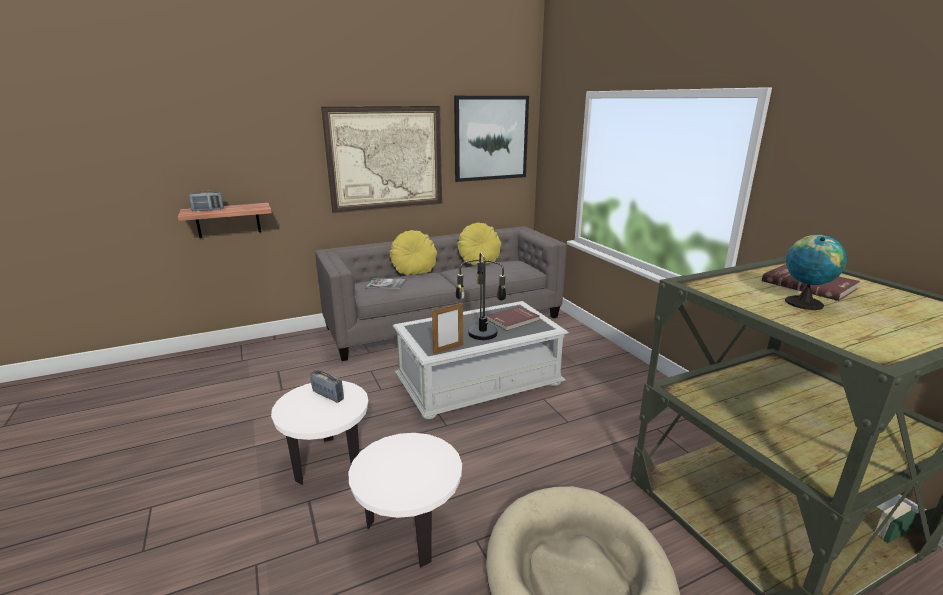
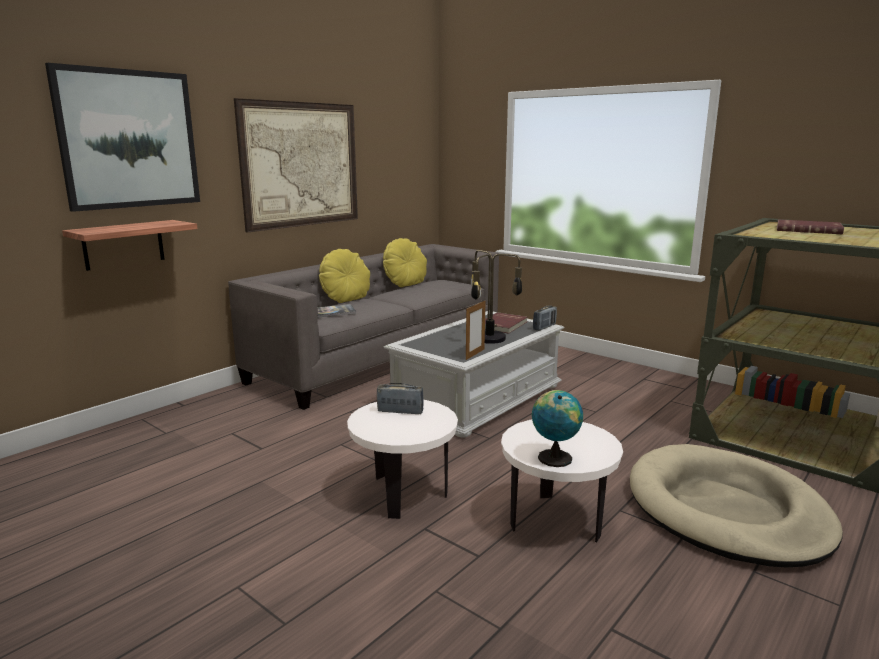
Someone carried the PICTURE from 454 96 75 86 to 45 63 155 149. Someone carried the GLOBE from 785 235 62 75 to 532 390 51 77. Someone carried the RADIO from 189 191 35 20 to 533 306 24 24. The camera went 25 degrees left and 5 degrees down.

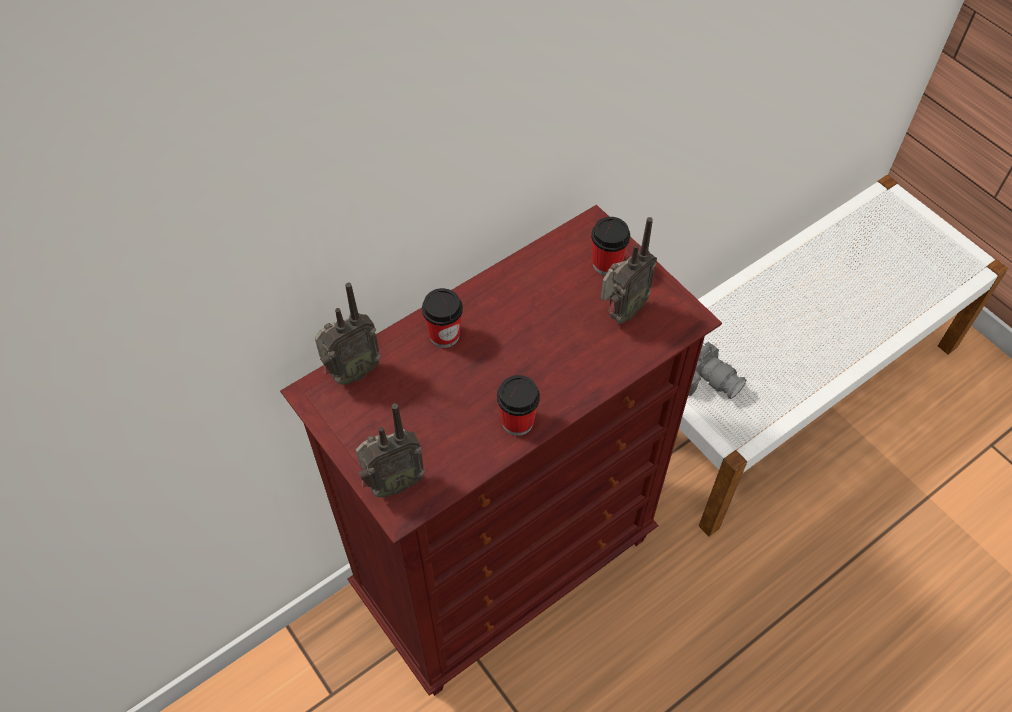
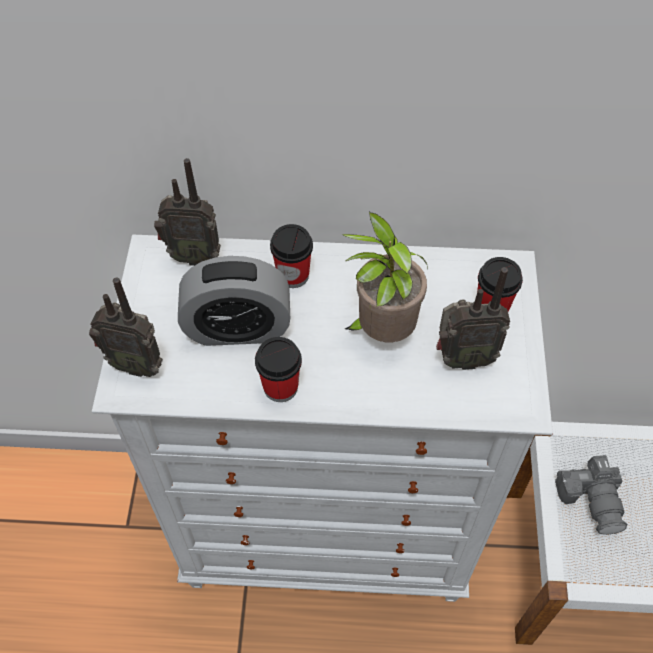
Someone repainted the RED DRESSER at 280 205 442 491, which became the WHITE DRESSER at 92 235 461 367. Someone put down the ALARM CLOCK at 178 256 112 90. Someone put down the POTTED PLANT at 342 212 86 131. The camera went 40 degrees right and 0 degrees up.

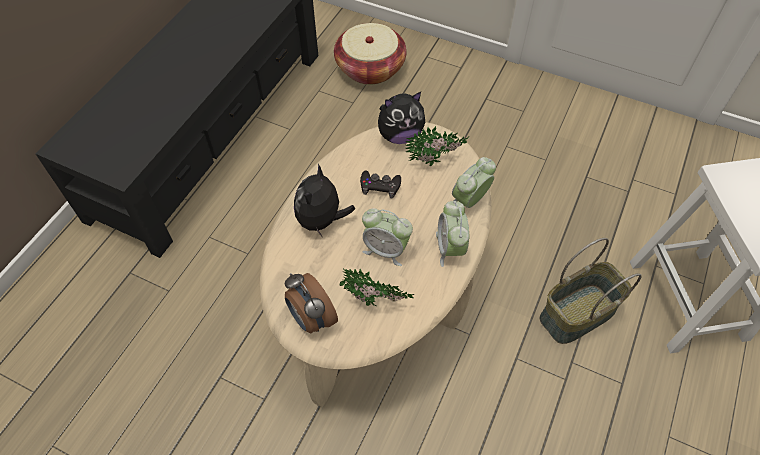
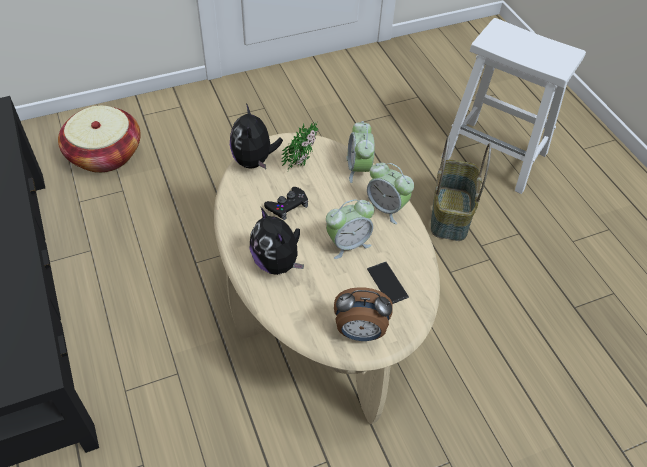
Someone rotated the PLUSH TOY at 378 92 47 52 by 150 degrees clockwise. Someone swapped the POTTED PLANT at 339 269 75 37 for the PHONE at 367 262 42 42. The camera went 50 degrees left and 5 degrees down.

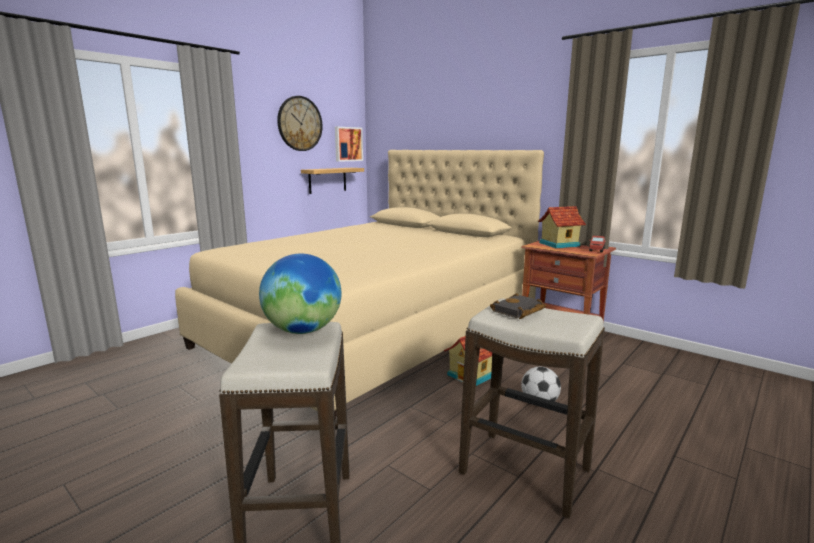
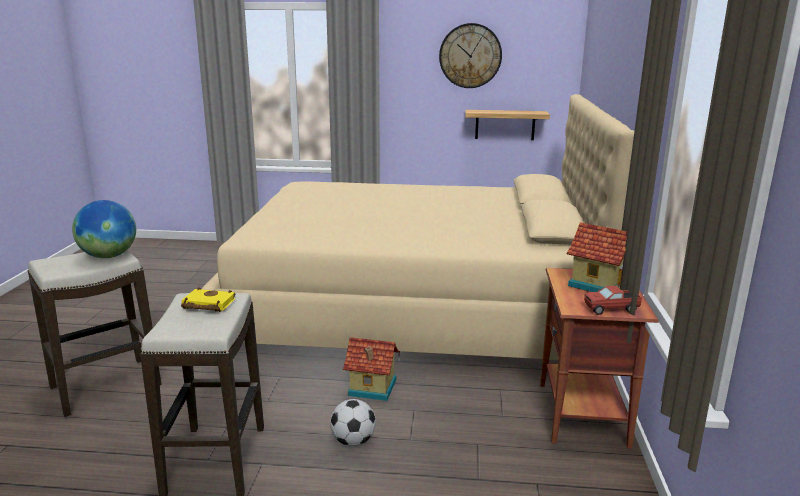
Someone repainted the BLACK BOOK at 490 293 56 26, which became the YELLOW BOOK at 181 287 54 25. Someone took away the PICTURE at 335 127 28 35. The camera went 55 degrees right and 5 degrees up.

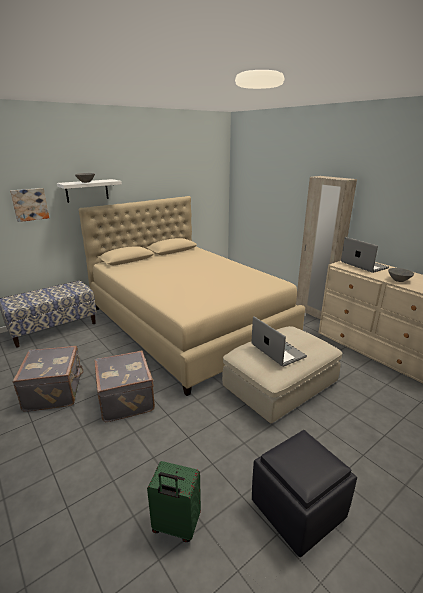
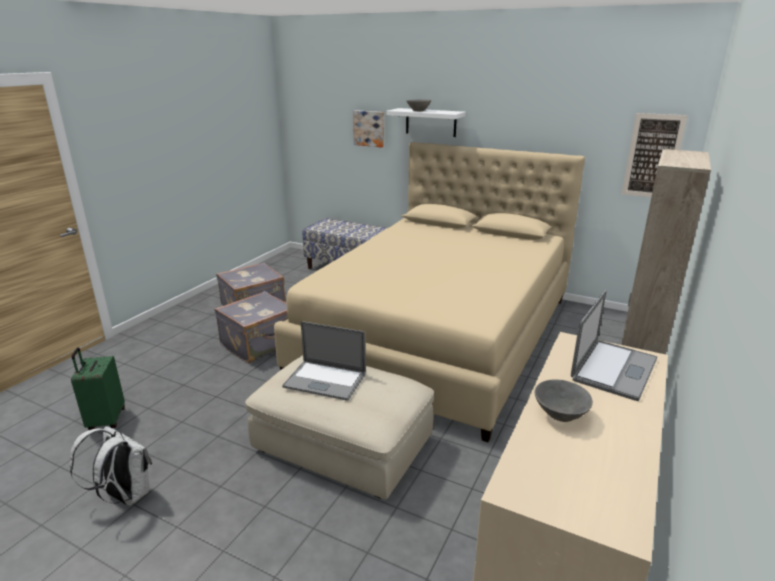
Someone swapped the BLACK OTTOMAN at 252 430 105 127 for the WHITE BACKPACK at 70 426 82 80. Someone rotated the LAPTOP at 251 316 56 51 by 75 degrees clockwise. Someone put up the PICTURE at 622 113 66 84. The camera went 65 degrees right and 0 degrees up.

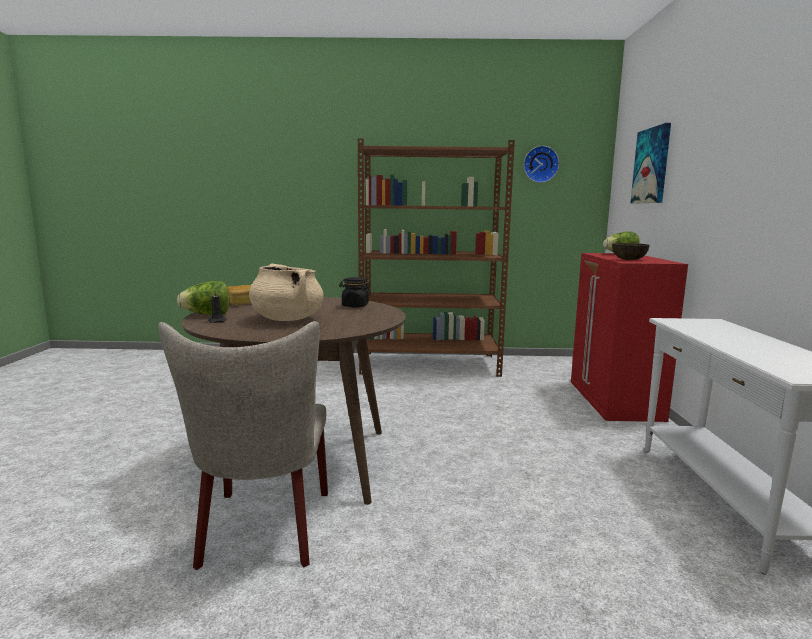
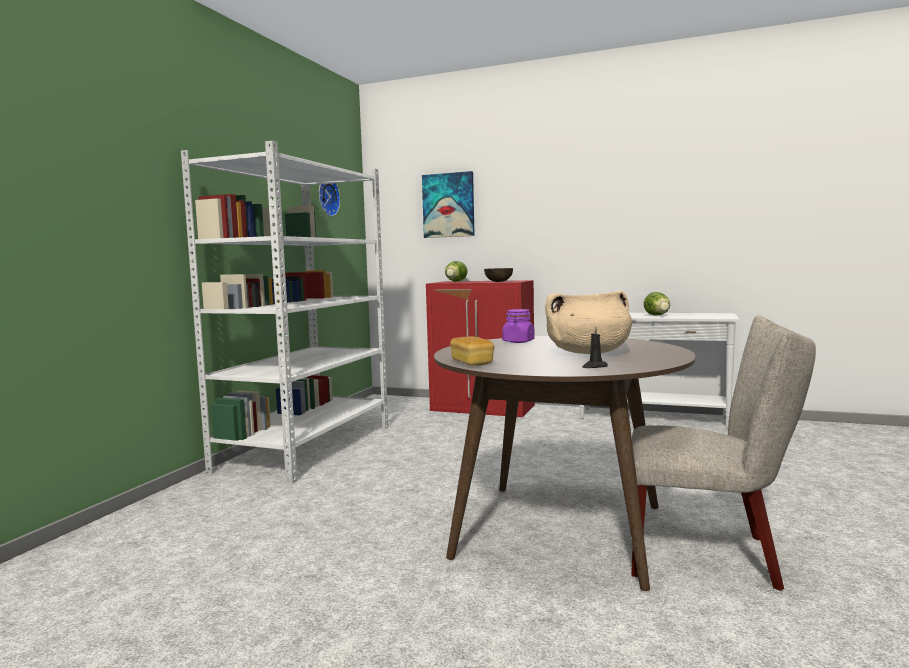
Someone repainted the BROWN BOOKCASE at 358 138 157 239, which became the WHITE BOOKCASE at 181 141 207 343. Someone repainted the BLACK JAR at 339 277 32 31, which became the PURPLE JAR at 502 309 33 34. Someone carried the LETTUCE from 177 281 52 34 to 644 292 26 24. The camera went 70 degrees left and 5 degrees down.

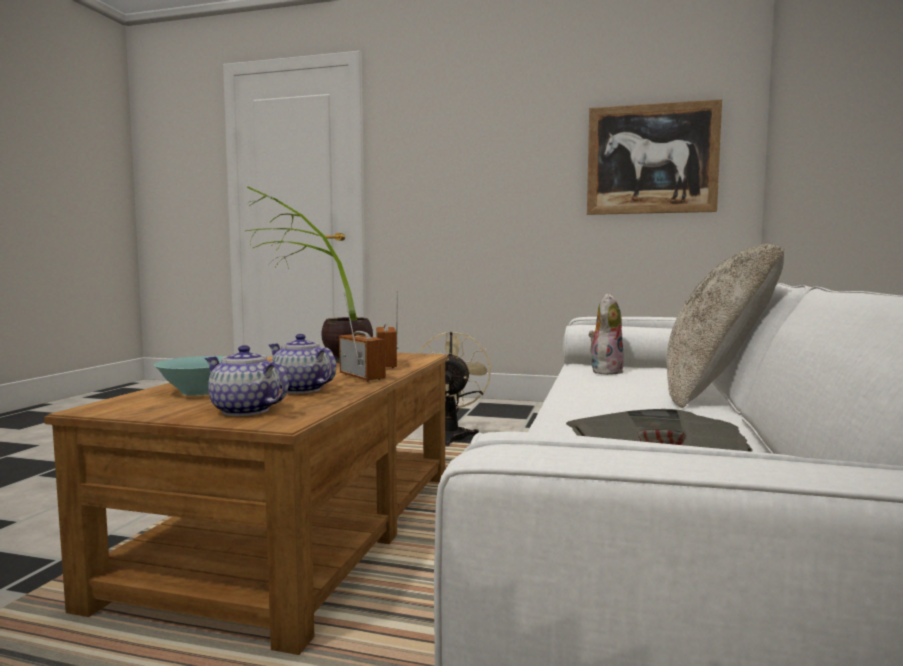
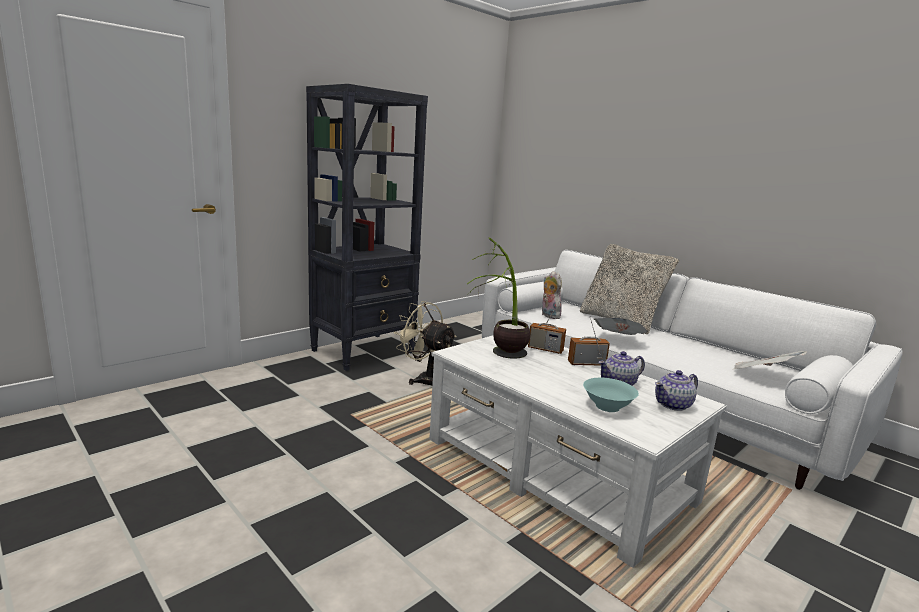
Someone put down the BLACK BOOKCASE at 306 84 122 287. Someone repainted the BROWN COFFEE TABLE at 44 353 404 302, which became the WHITE COFFEE TABLE at 429 335 298 233. Someone put down the NEWSPAPER at 594 318 54 17. Someone took away the PICTURE at 587 99 135 116. The camera went 60 degrees left and 10 degrees up.

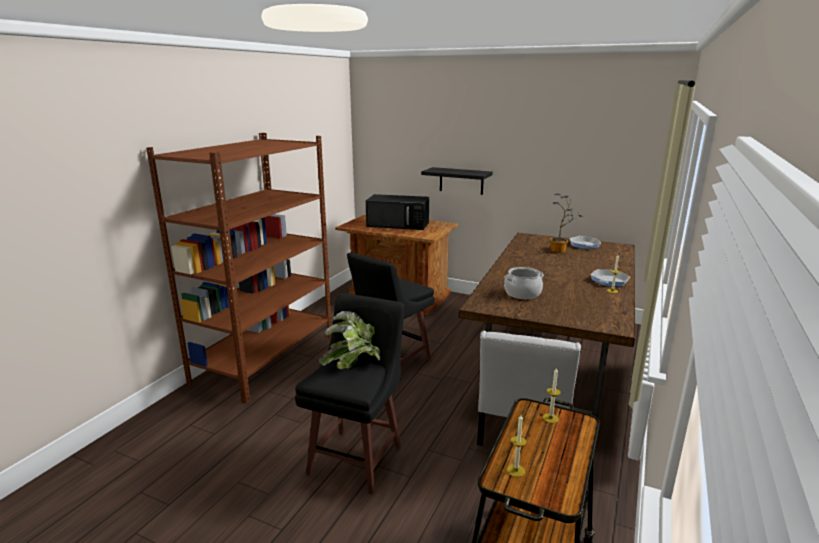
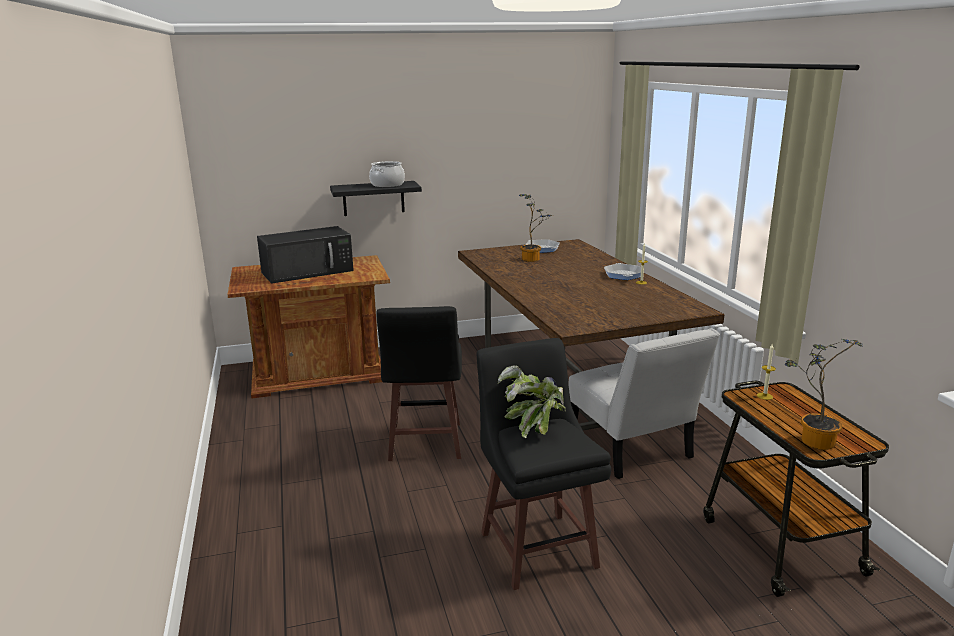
Someone carried the COOKING POT from 504 267 40 32 to 369 161 36 26. Someone swapped the CANDLE at 507 415 20 62 for the POTTED PLANT at 785 339 78 111. Someone took away the BROWN BOOKCASE at 146 133 186 270. The camera went 40 degrees left and 0 degrees up.

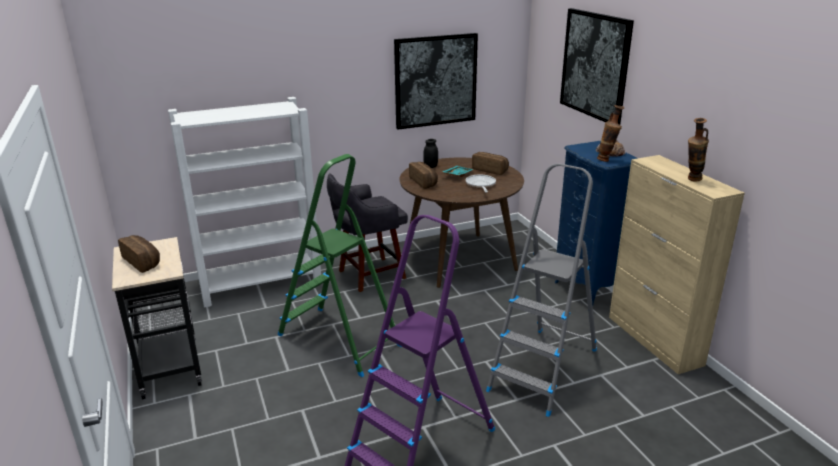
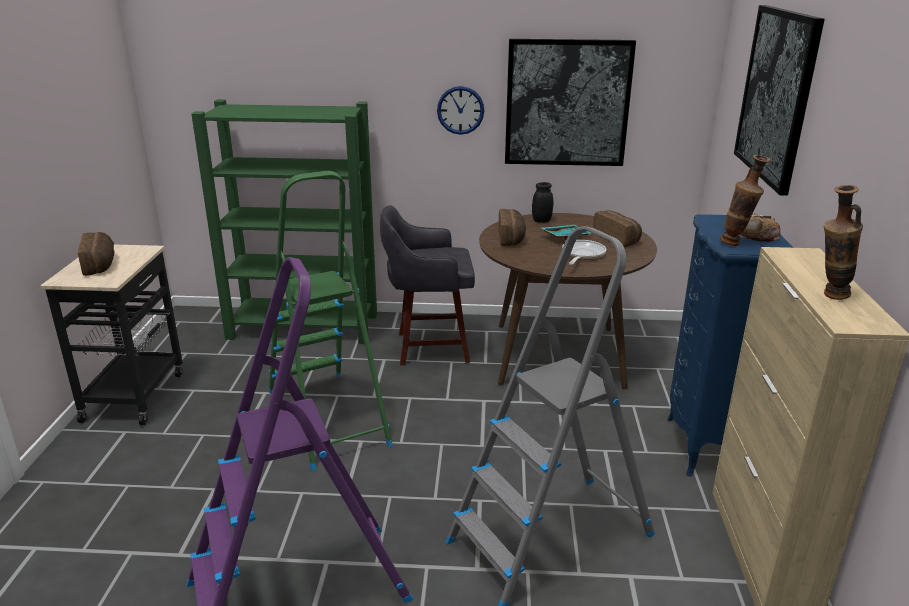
Someone repainted the WHITE BOOKCASE at 168 97 153 210, which became the GREEN BOOKCASE at 191 99 186 245. Someone put up the WALL CLOCK at 437 86 47 49. The camera went 25 degrees right and 0 degrees up.

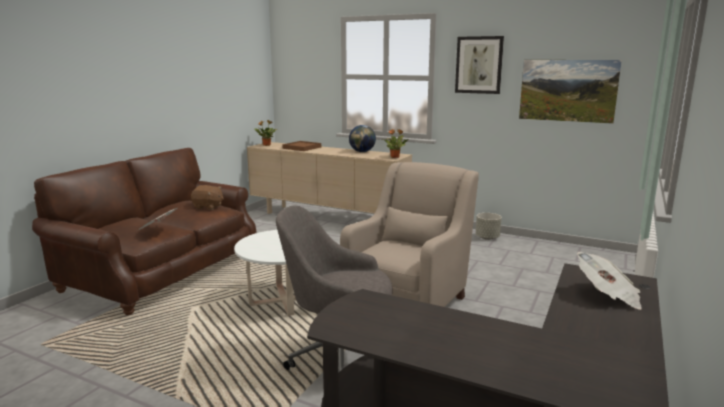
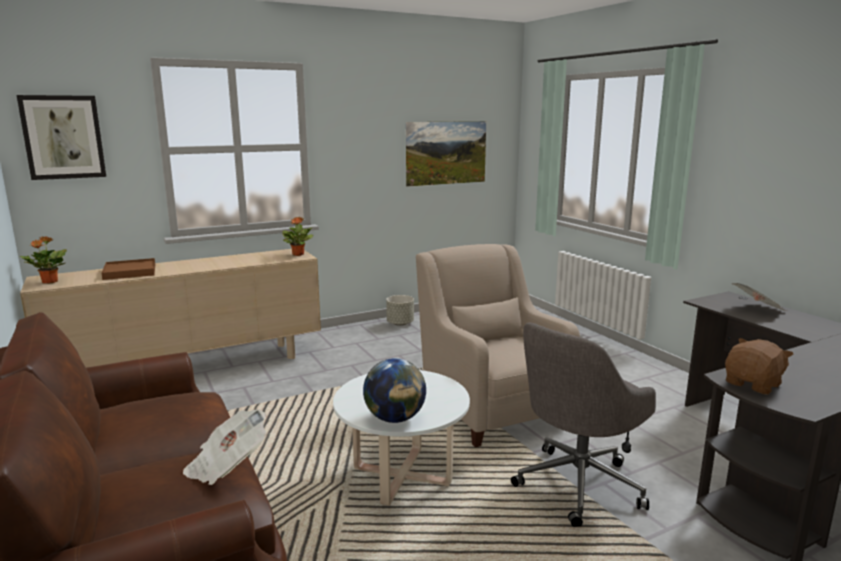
Someone carried the PICTURE from 455 36 49 58 to 17 95 89 85. Someone carried the GLOBE from 349 125 27 27 to 363 358 63 65. Someone carried the BROWN PLUSH TOY from 191 185 33 25 to 725 338 68 57. The camera went 55 degrees left and 0 degrees up.

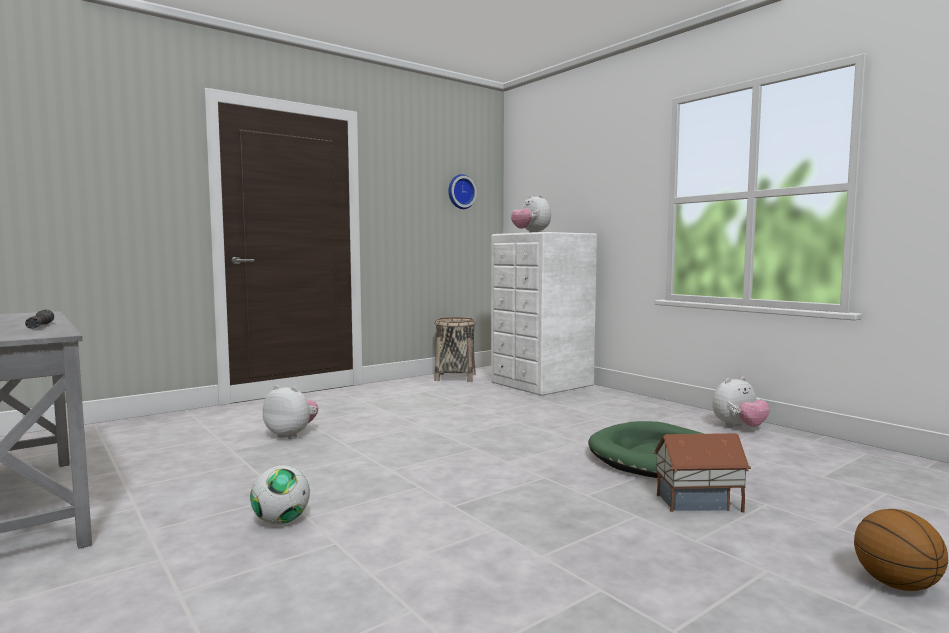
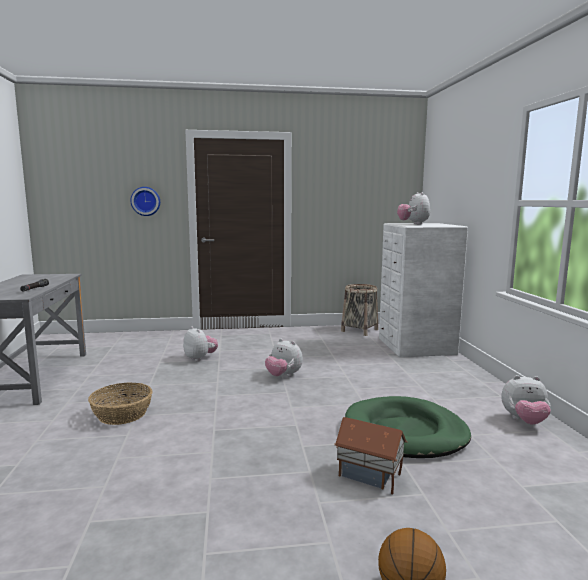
Someone swapped the FOOTBALL at 250 465 60 59 for the BASKET at 88 382 65 43. Someone carried the WALL CLOCK from 448 174 29 35 to 131 187 29 29. Someone put down the PLUSH TOY at 265 339 38 37. The camera went 30 degrees right and 5 degrees up.

